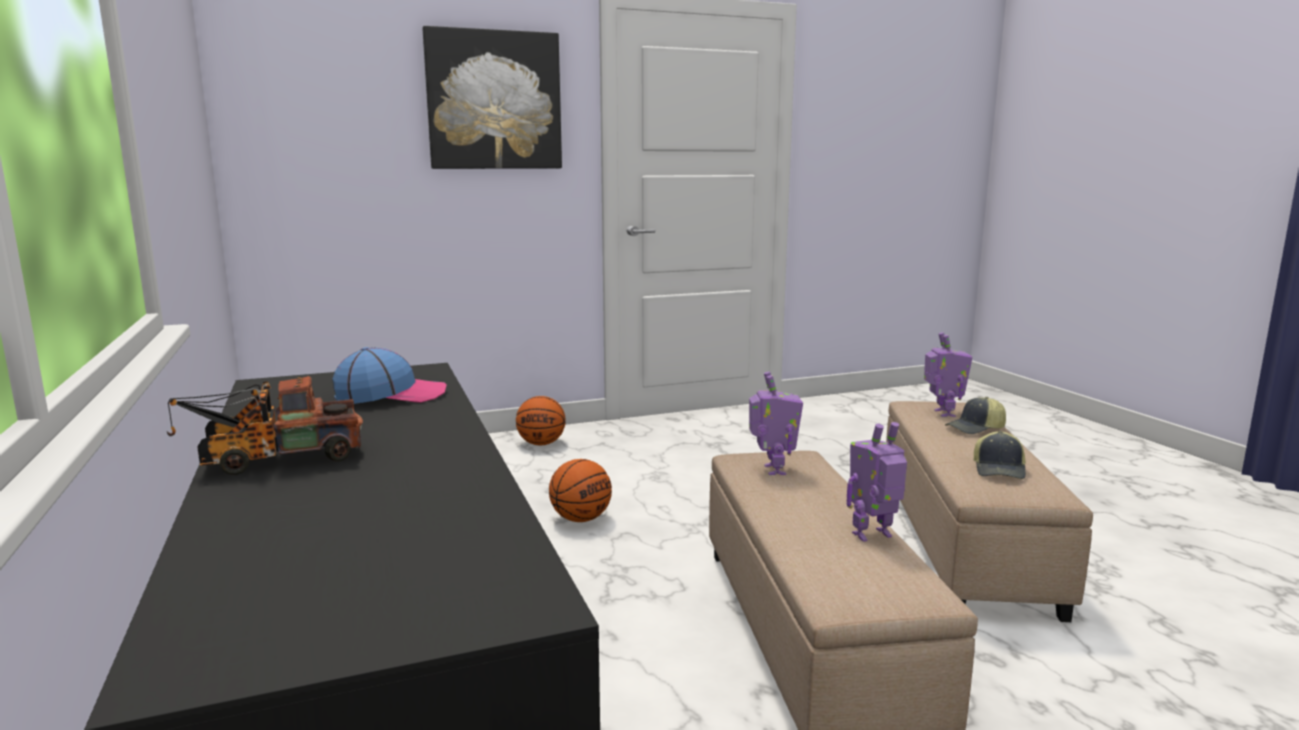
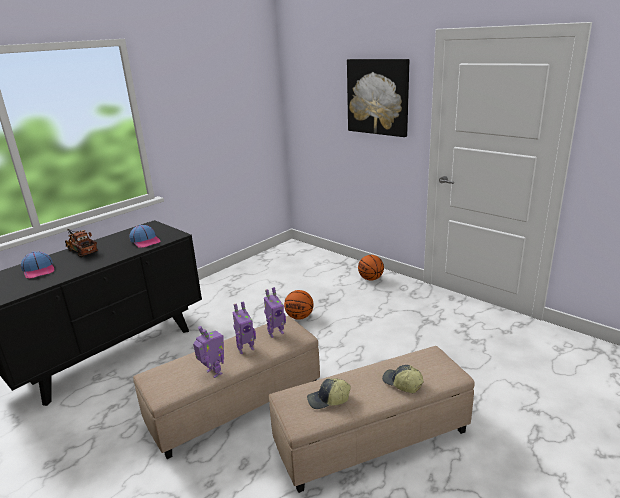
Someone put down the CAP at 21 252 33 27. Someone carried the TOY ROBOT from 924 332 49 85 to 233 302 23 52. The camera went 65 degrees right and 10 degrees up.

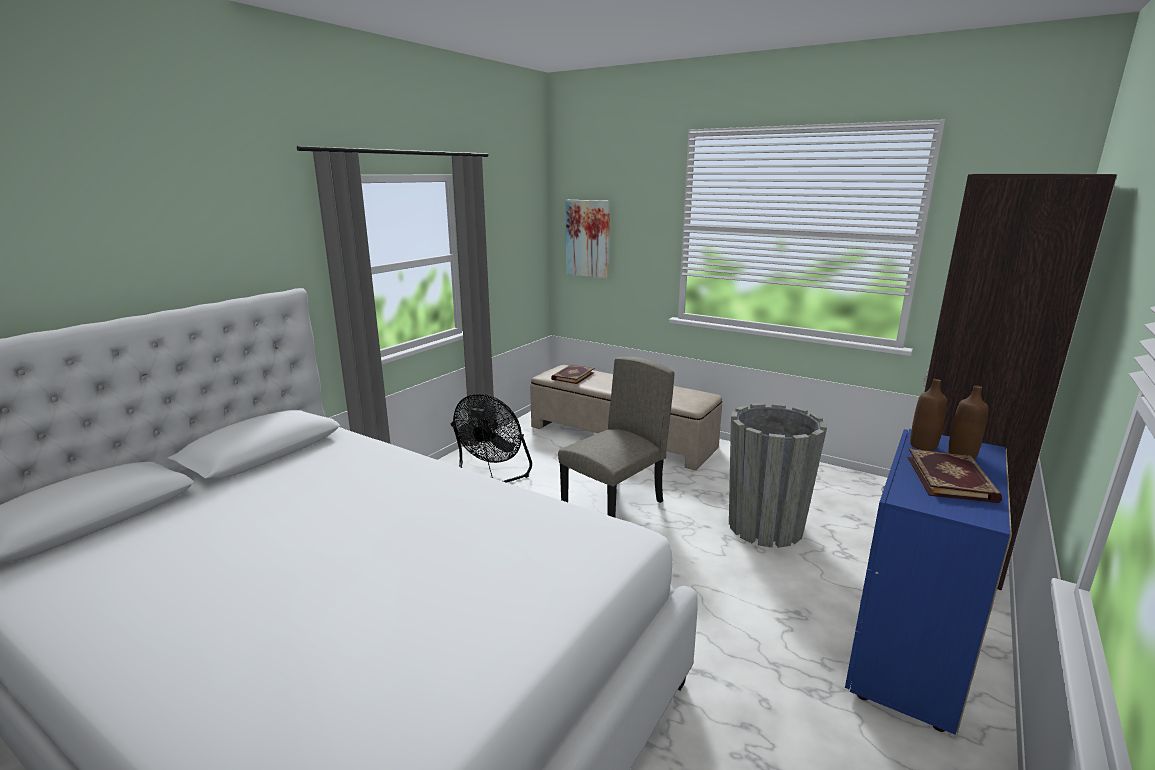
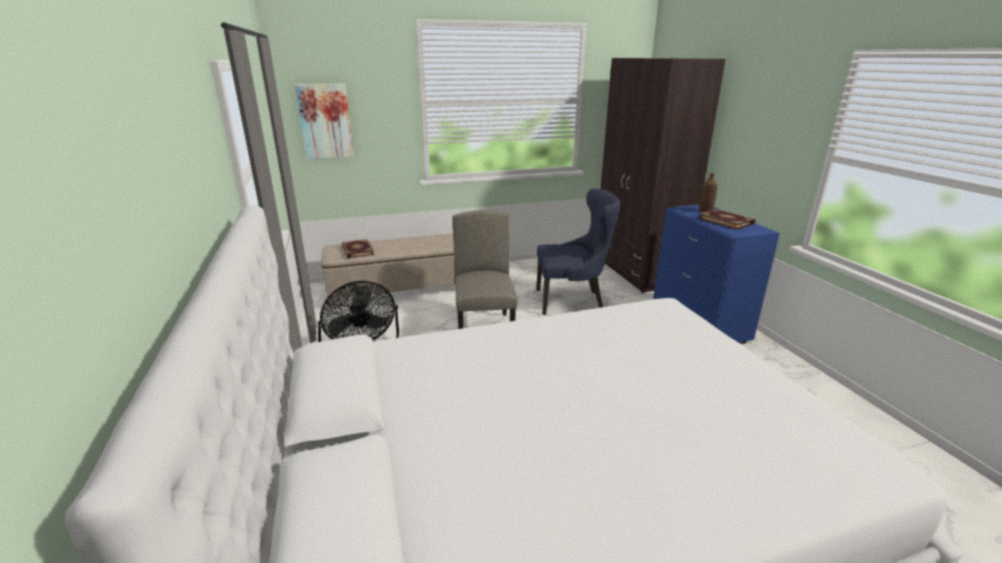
Someone swapped the GREY PLANTER at 729 403 98 145 for the BLUE CHAIR at 536 188 85 127. Someone took away the BROWN BOTTLE at 910 379 37 72. The camera went 50 degrees left and 5 degrees up.

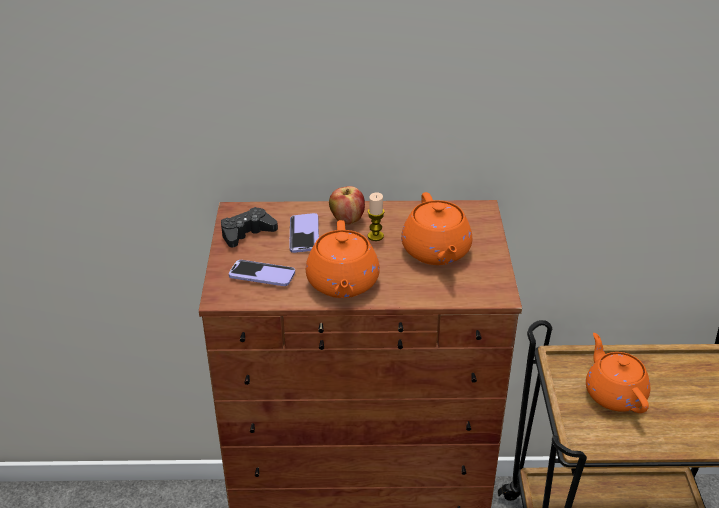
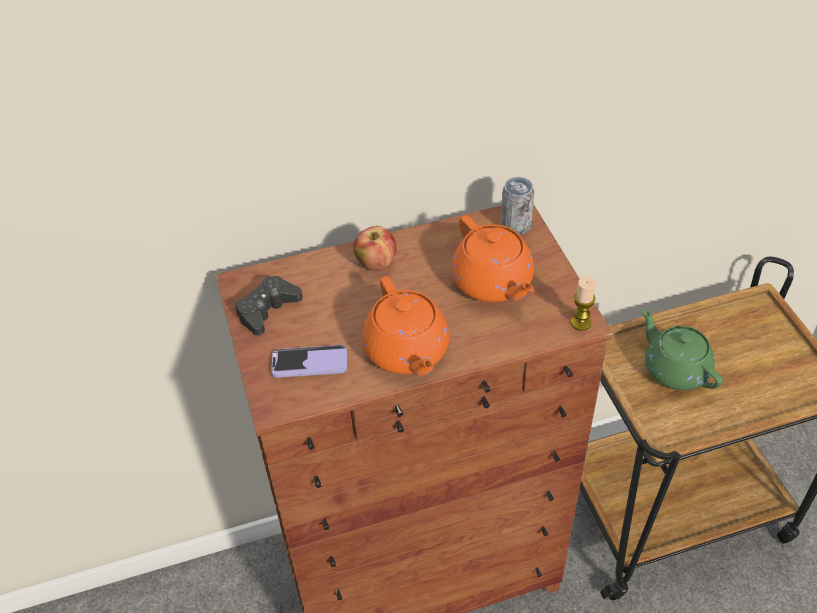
Someone put down the CAN at 501 177 33 58. Someone carried the CANDLE from 367 192 18 49 to 571 276 25 55. Someone repainted the ORANGE TEAPOT at 586 333 64 80, which became the GREEN TEAPOT at 642 309 81 81. Someone took away the PHONE at 289 213 30 40. The camera went 15 degrees left and 10 degrees up.

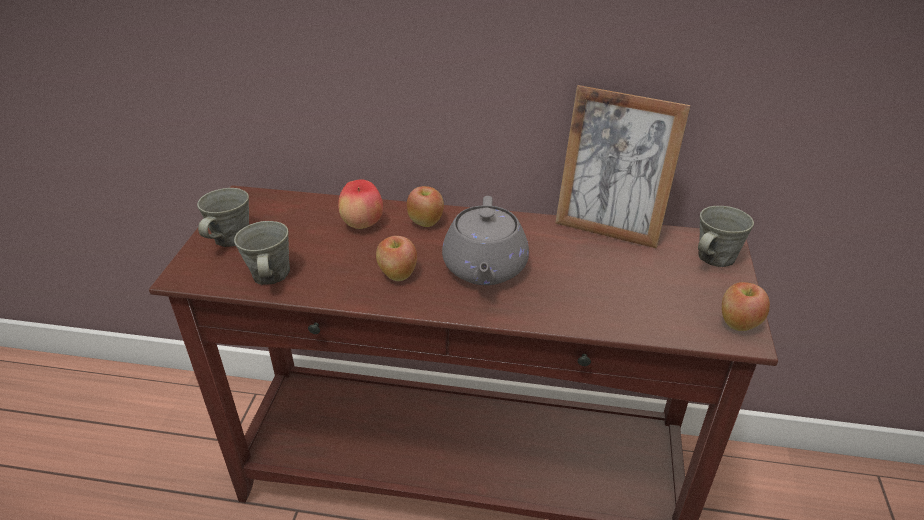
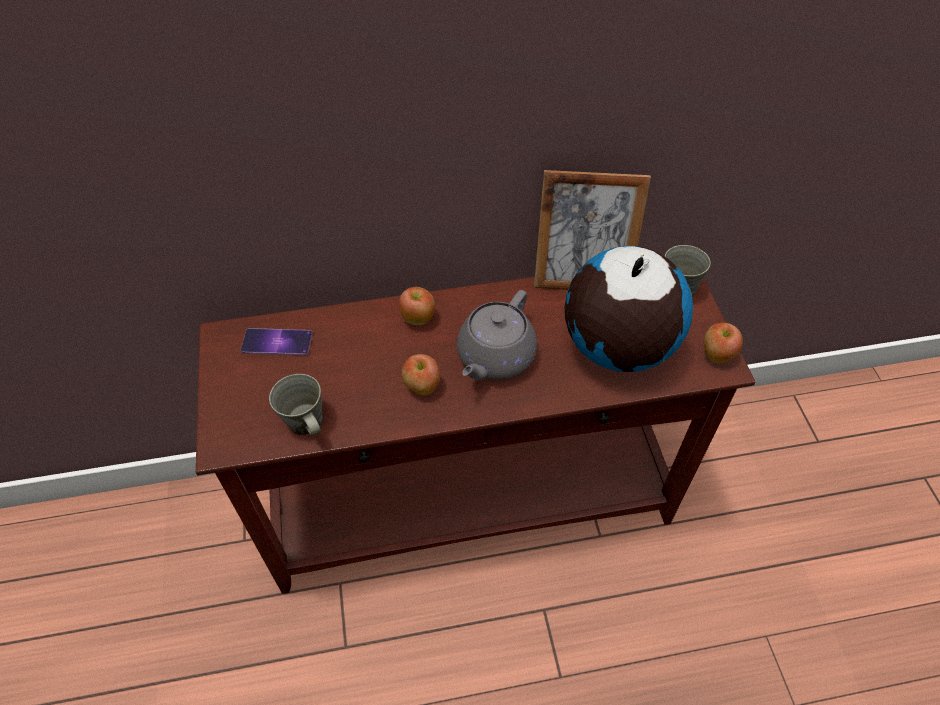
Someone put down the PHONE at 241 328 72 27. Someone rotated the GREY TEAPOT at 442 196 87 89 by 45 degrees clockwise. Someone put down the GLOBE at 565 246 128 126. Someone took away the GREY MUG at 197 188 52 59. Someone took away the APPLE at 338 179 45 50. The camera went 20 degrees left and 15 degrees up.

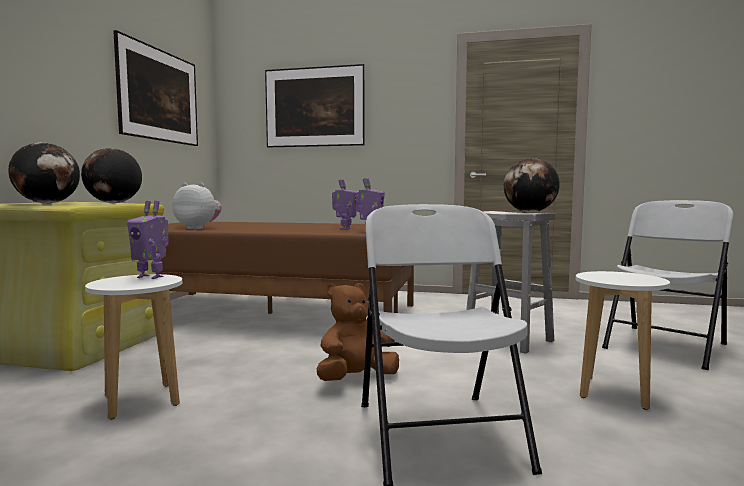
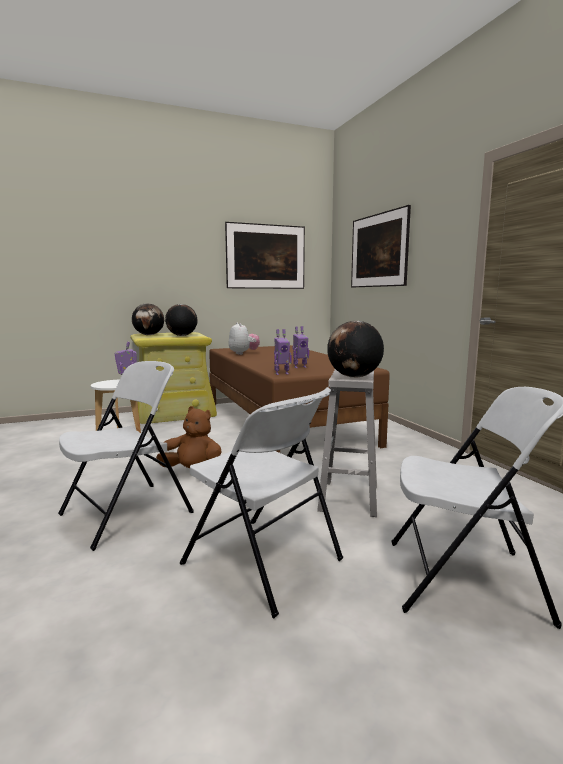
Someone swapped the WHITE STOOL at 576 271 94 139 for the WHITE CHAIR at 180 387 163 232. The camera went 55 degrees right and 5 degrees up.

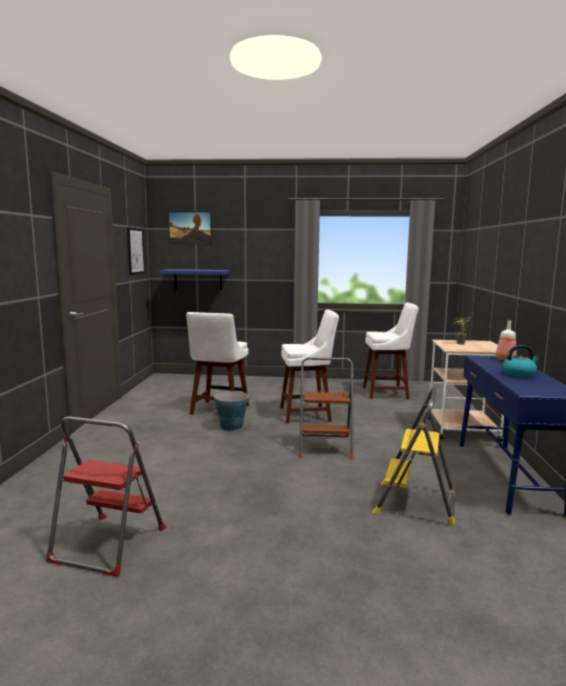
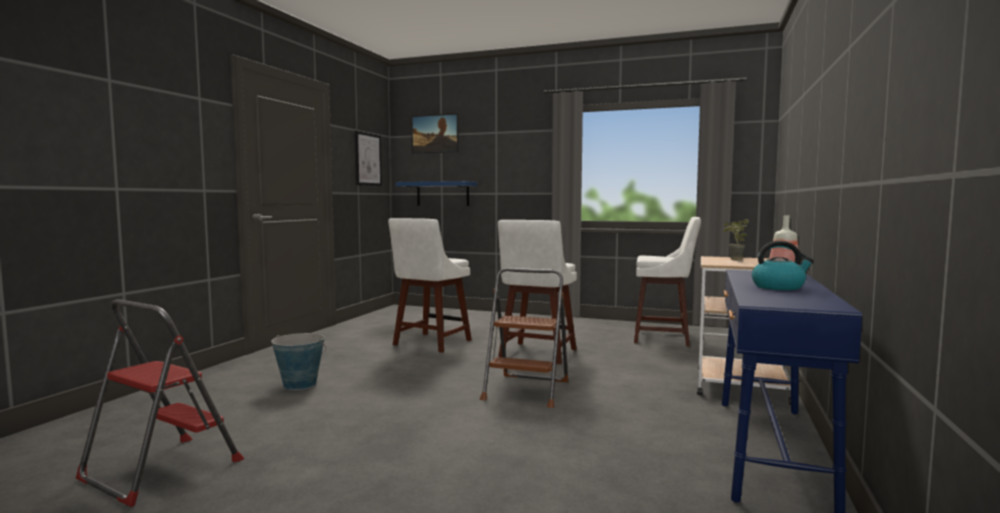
Someone carried the BUCKET from 214 391 36 40 to 271 333 55 57. Someone rotated the WHITE CHAIR at 280 310 59 114 by 105 degrees clockwise. Someone took away the YELLOW STEP LADDER at 372 387 83 139. The camera went 15 degrees right and 5 degrees down.

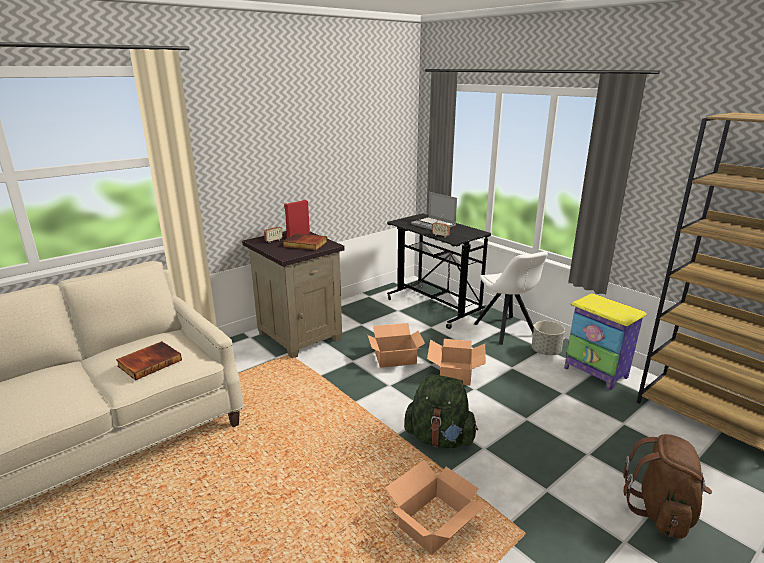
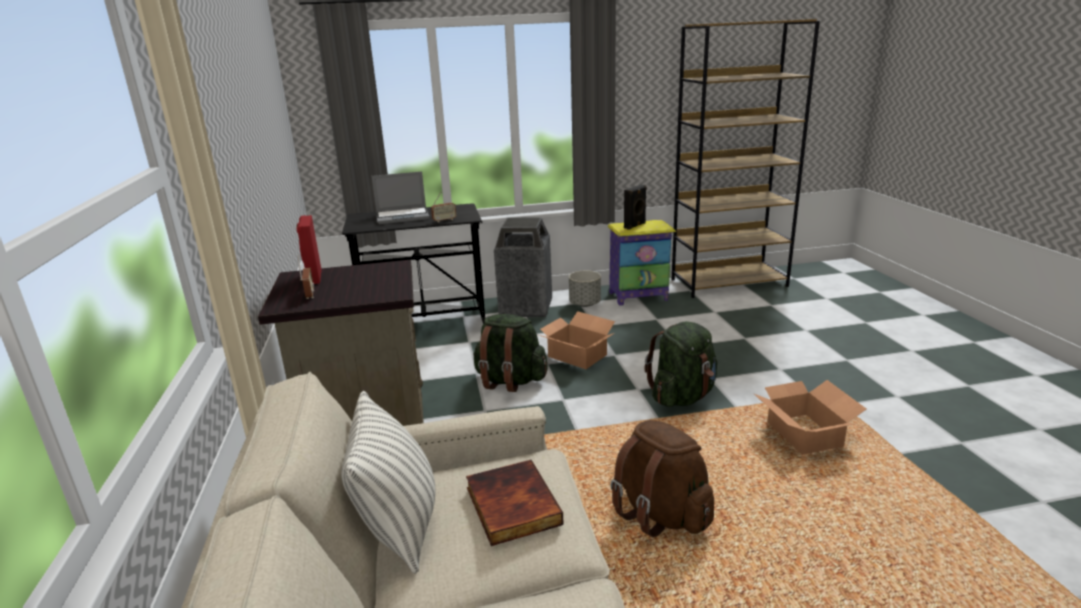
Someone put down the PILLOW at 341 391 94 183. Someone swapped the CARDBOARD BOX at 368 323 57 45 for the GREEN BACKPACK at 473 314 75 78. Someone swapped the WHITE CHAIR at 474 251 74 94 for the TRASH CAN at 494 217 58 100. Someone carried the BROWN BACKPACK from 624 434 88 105 to 610 420 104 117. Someone put down the BLACK SPEAKER at 624 185 23 45. Someone took away the BOOK at 283 233 44 18. The camera went 60 degrees left and 0 degrees up.

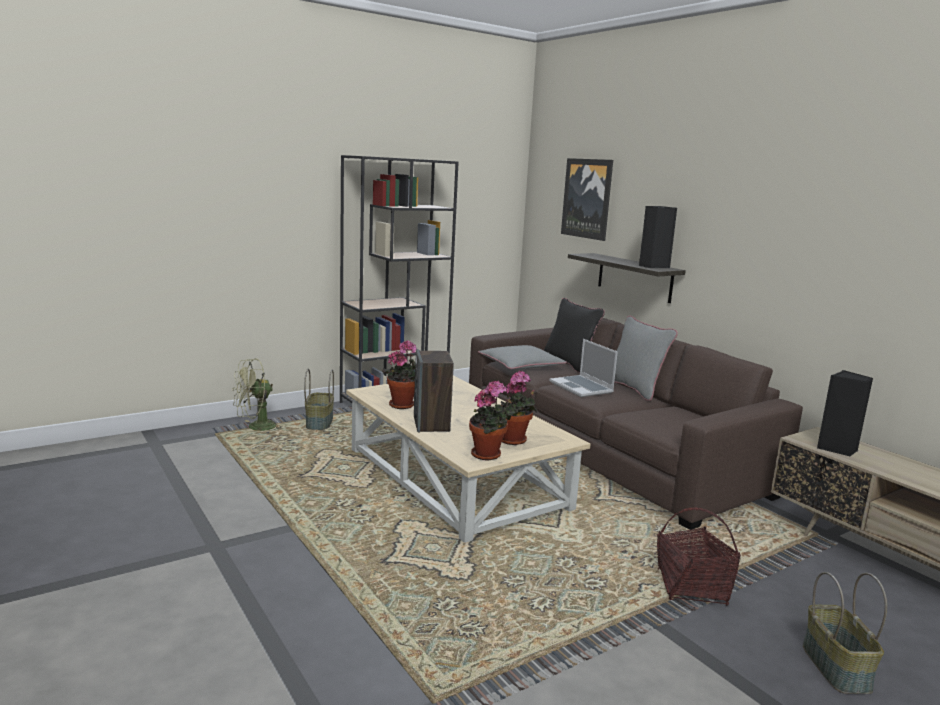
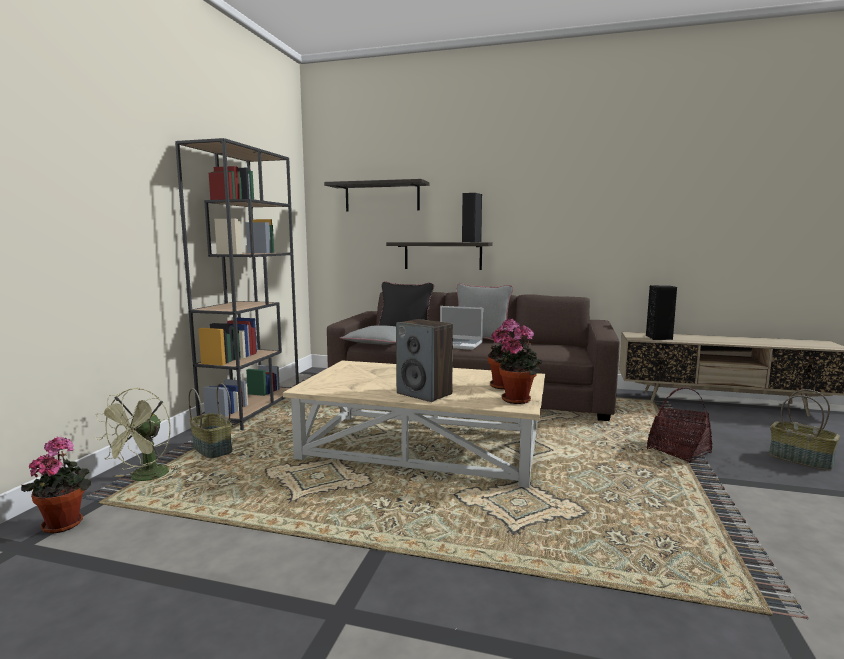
Someone carried the POTTED PLANT from 382 341 34 68 to 21 436 70 97. Someone swapped the PICTURE at 561 158 52 83 for the SHELF at 324 179 105 32. The camera went 40 degrees left and 5 degrees down.

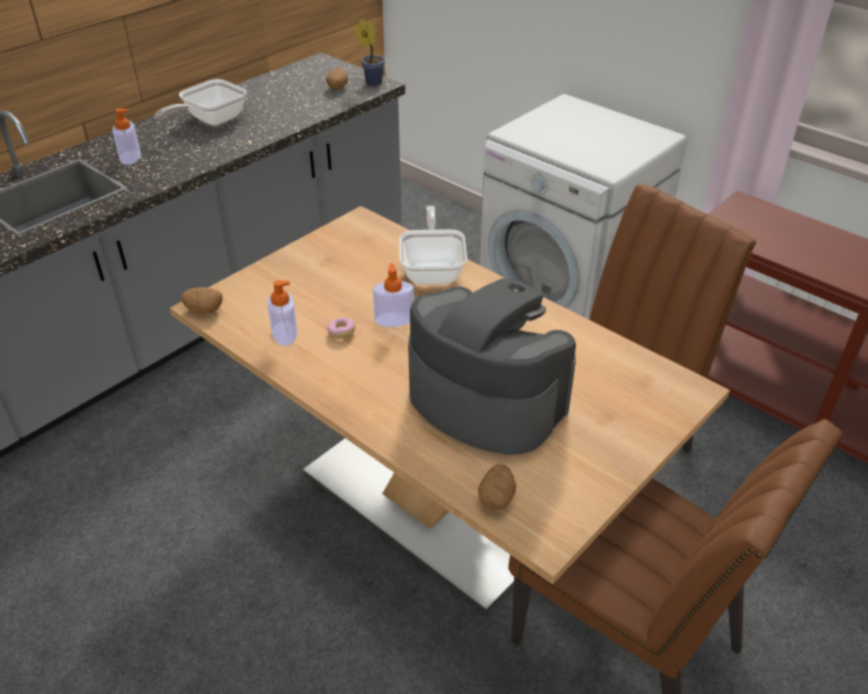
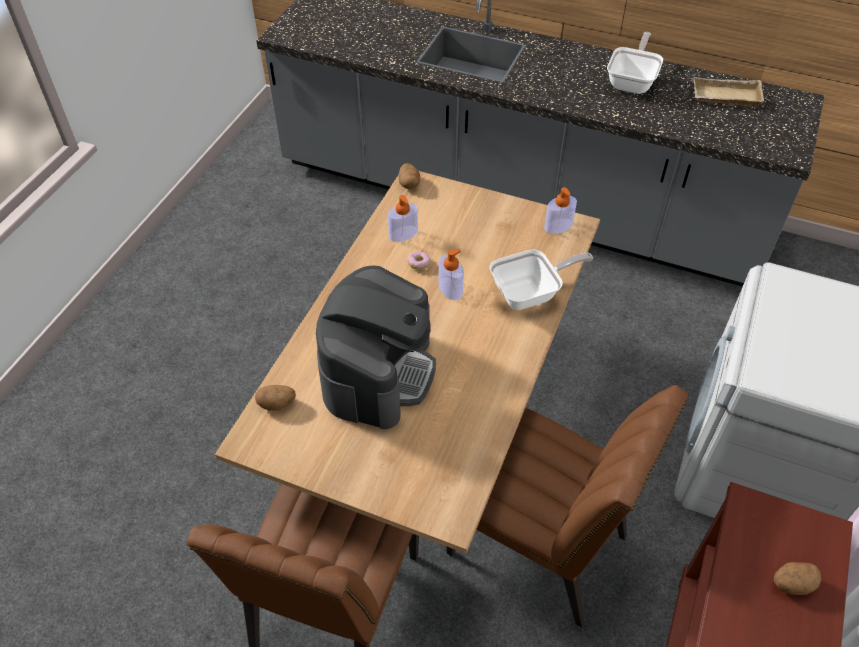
Someone carried the SOAP DISPENSER from 112 109 29 56 to 544 187 33 47. Someone rotated the FRYING PAN at 155 79 92 47 by 90 degrees clockwise. Someone put down the BEIGE TRAY at 694 77 71 29. Someone carried the POTATO from 326 68 22 22 to 774 562 47 33. Someone took away the POTTED PLANT at 354 19 31 67. The camera went 70 degrees right and 10 degrees up.

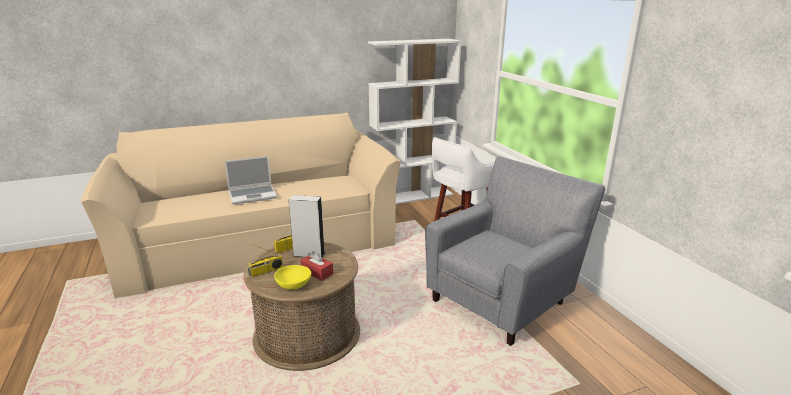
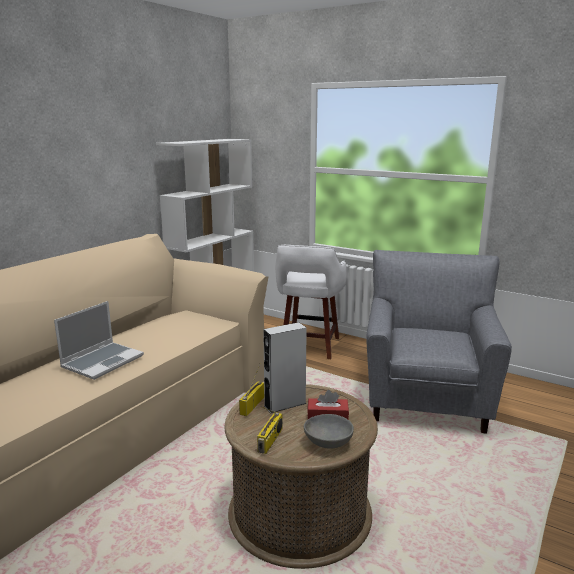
Someone repainted the YELLOW BOWL at 274 265 37 24, which became the GREY BOWL at 304 414 50 35. The camera went 35 degrees left and 5 degrees down.

